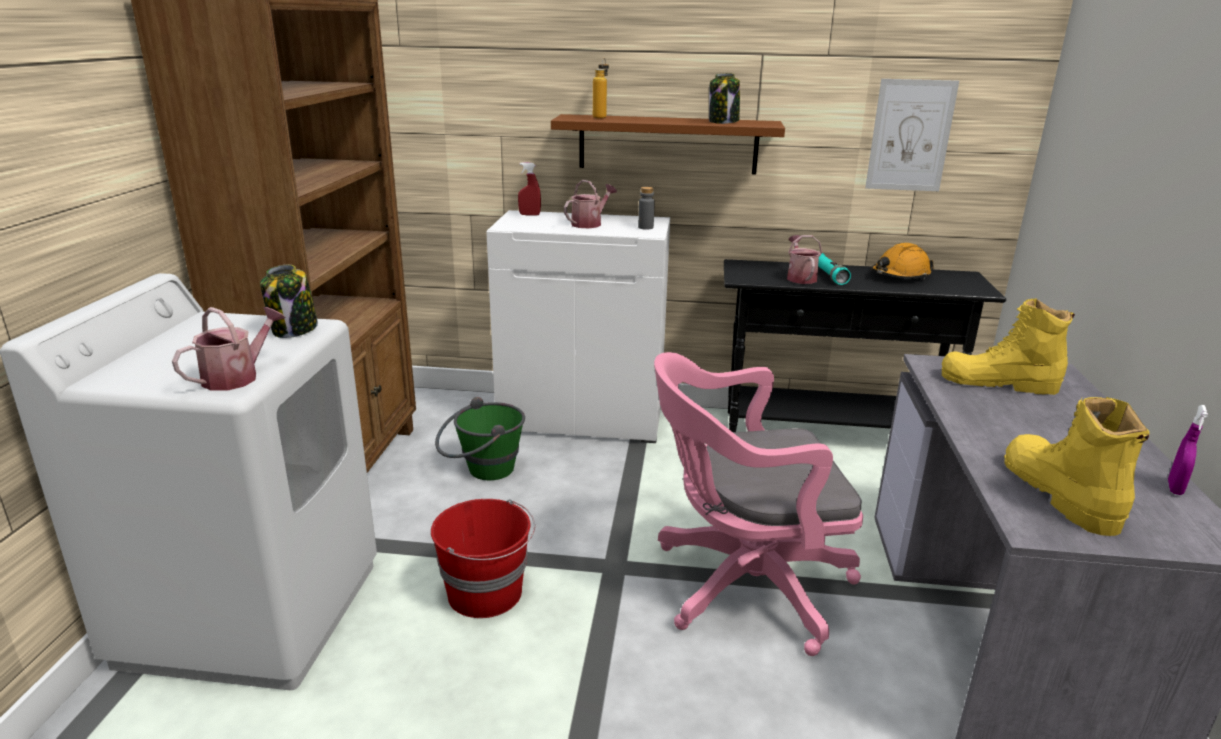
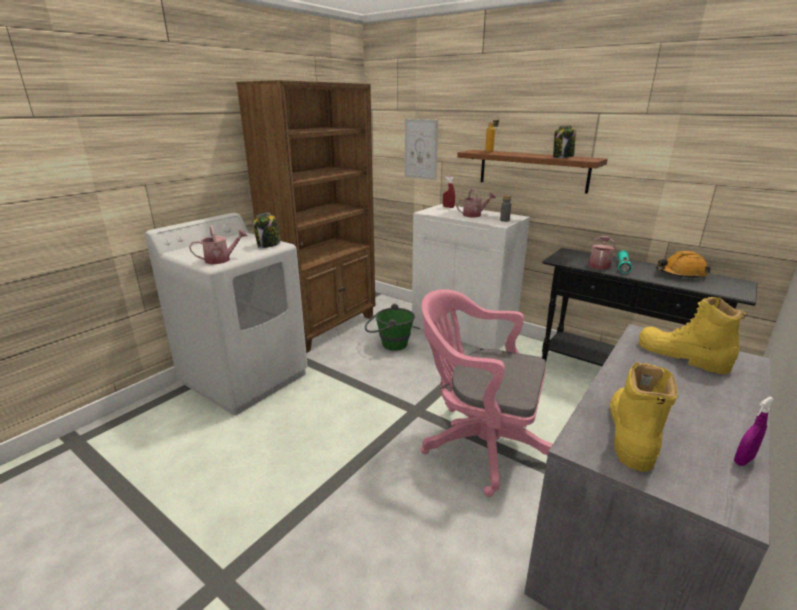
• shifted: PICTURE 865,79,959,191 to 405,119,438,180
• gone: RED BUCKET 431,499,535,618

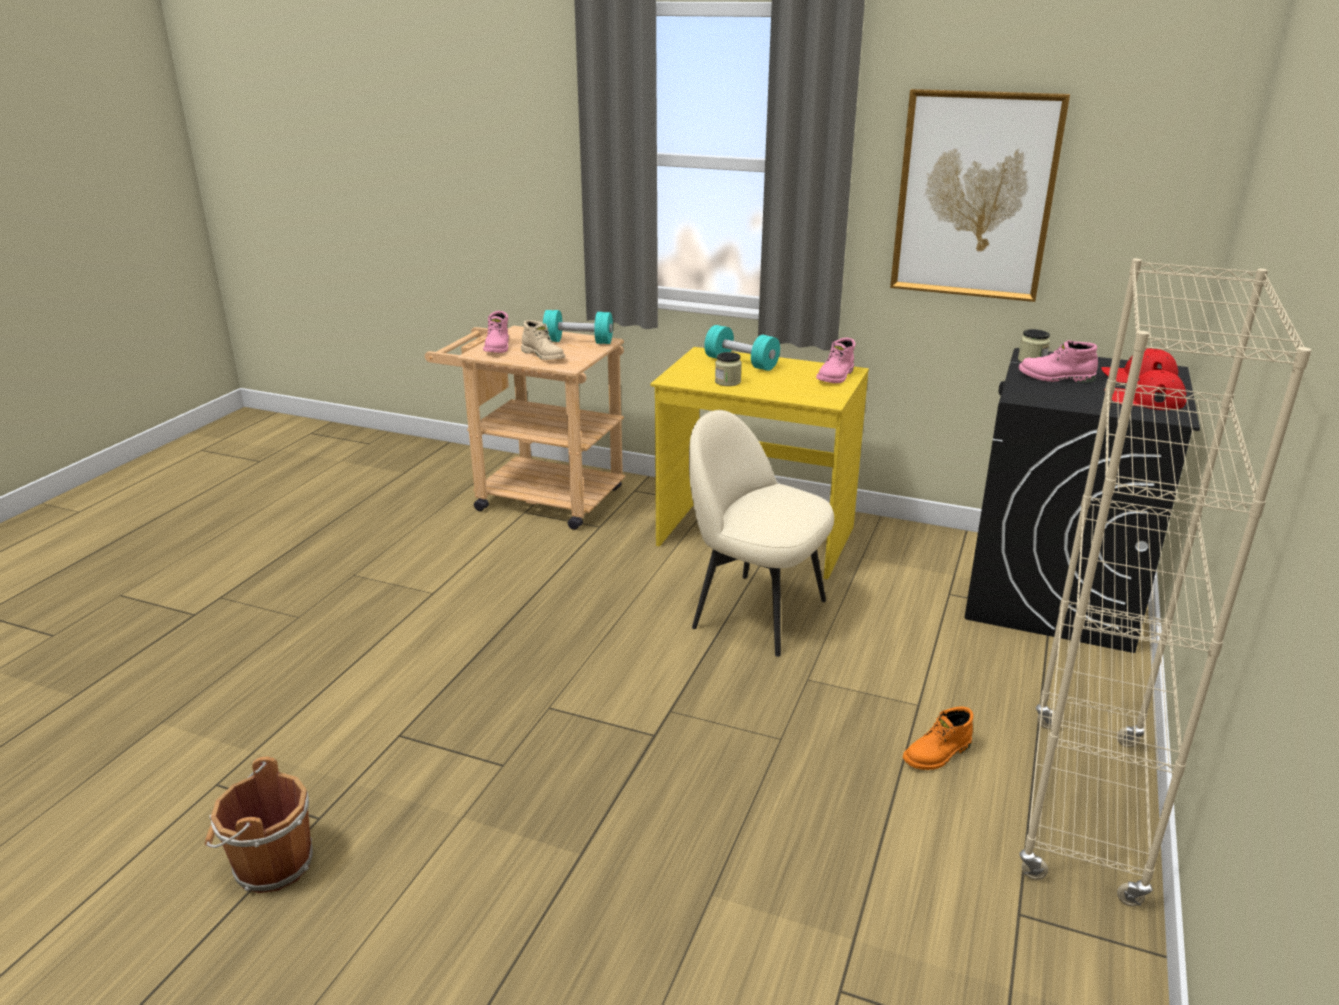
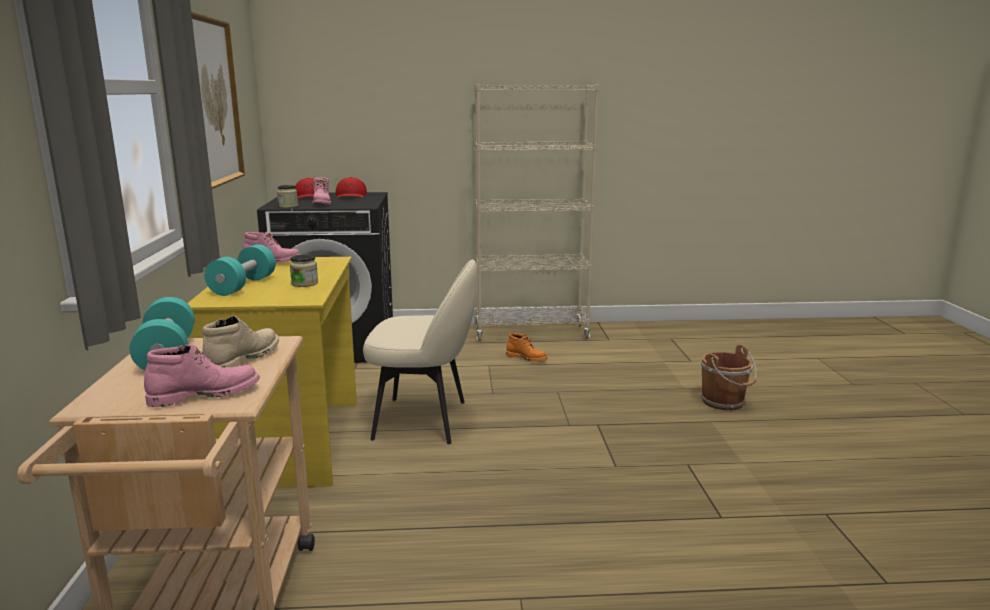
• rotated: BEIGE CHAIR 689,410,834,657 = 363,259,477,444 90 degrees counterclockwise
• shifted: BROWN BUCKET 205,757,313,893 to 700,345,757,410

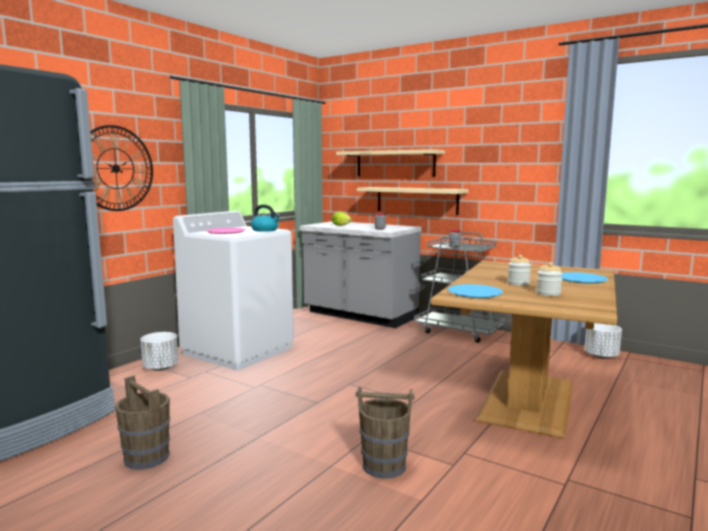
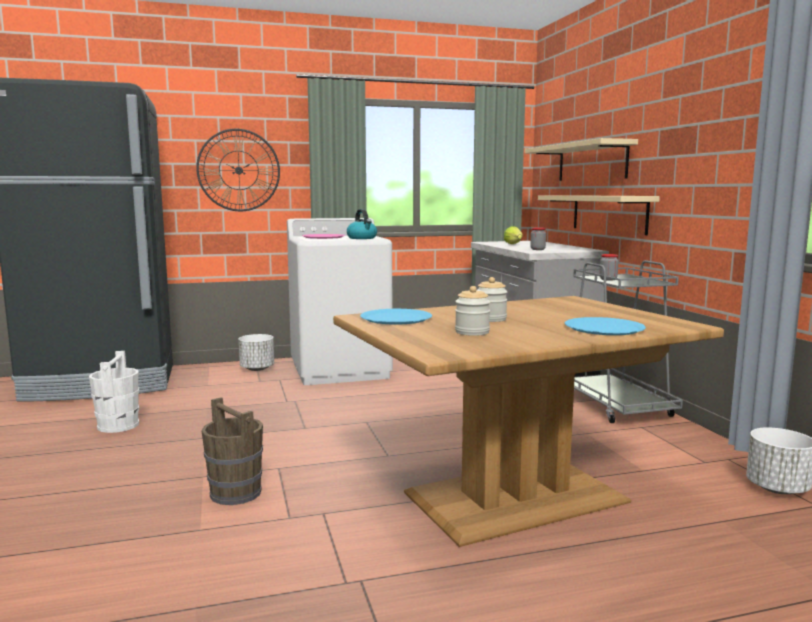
• repainted: BROWN BUCKET 115,376,170,470 to WHITE BUCKET 89,351,139,433

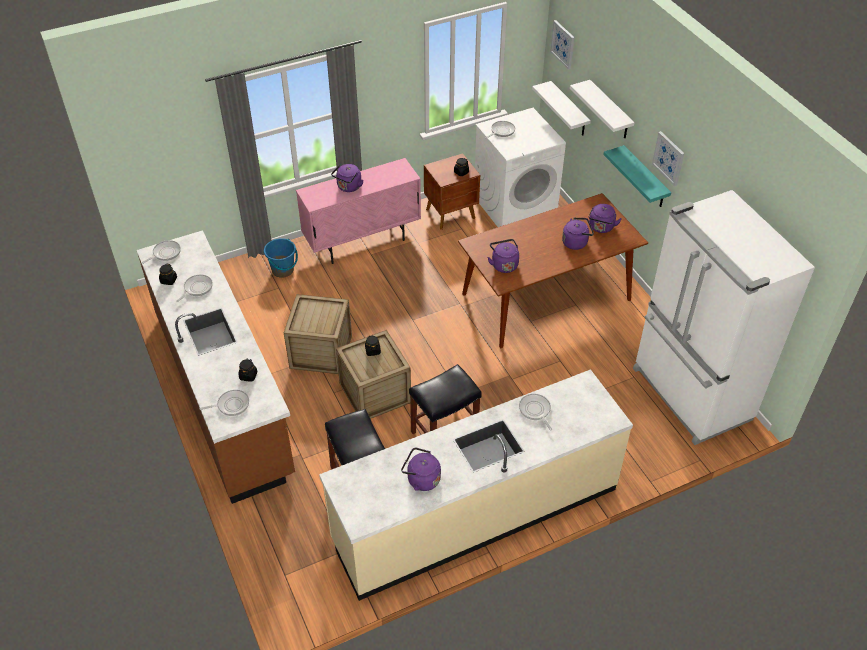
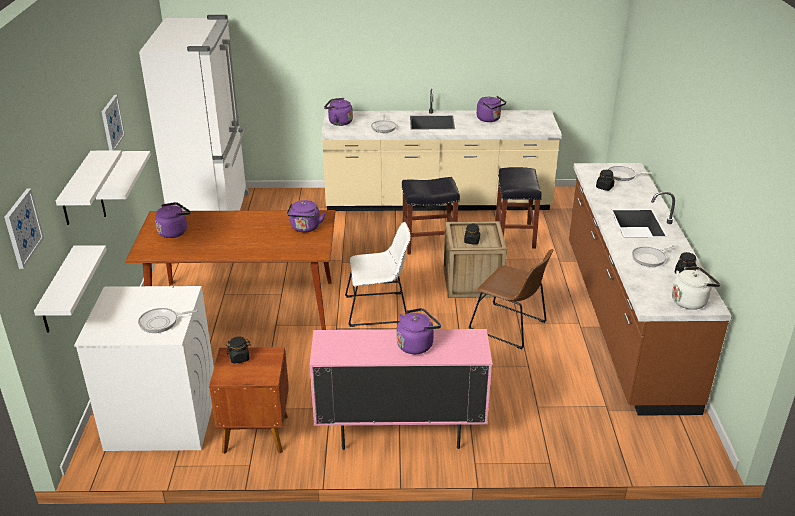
• repainted: TURQUOISE SHELF 604,145,671,207 to WHITE SHELF 96,151,151,217
• shifted: PURPLE KETTLE 562,217,594,250 to 324,98,353,126
• new: WHITE CHAIR 345,222,411,327
• swapped: CRATE 284,294,352,374 to BROWN CHAIR 469,249,553,349
• swapped: FRYING PAN 142,240,181,264 to WHITE KETTLE 672,267,720,310
• gone: BLUE BUCKET 264,238,298,278

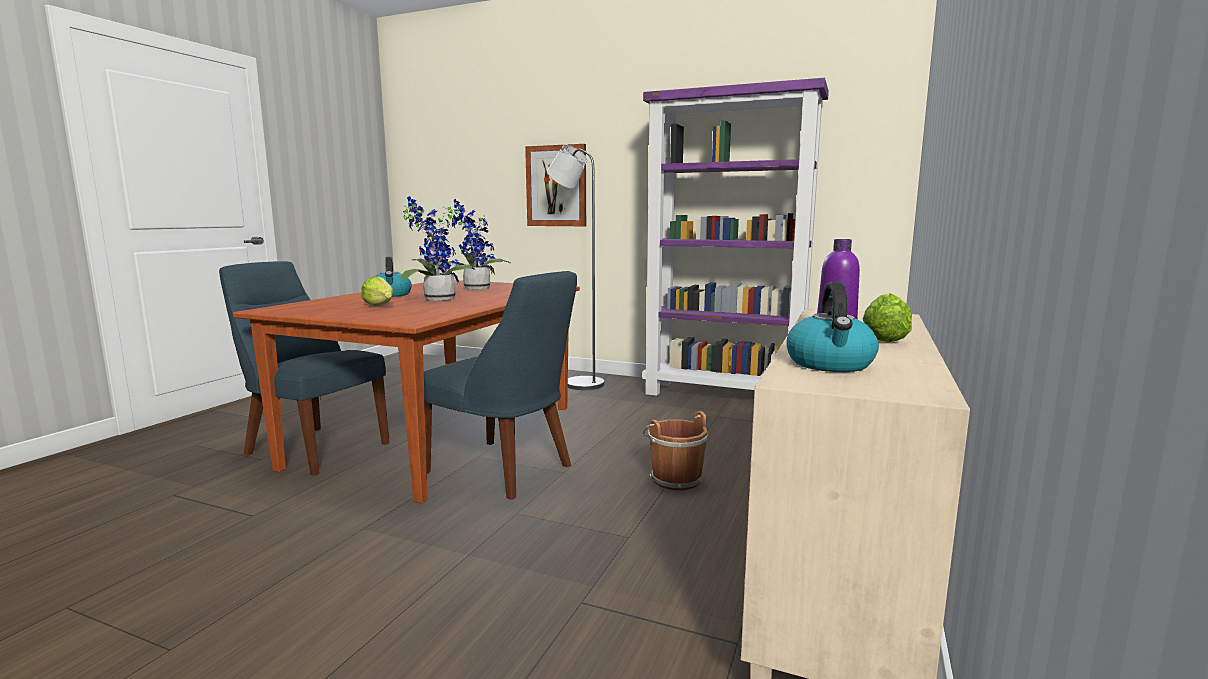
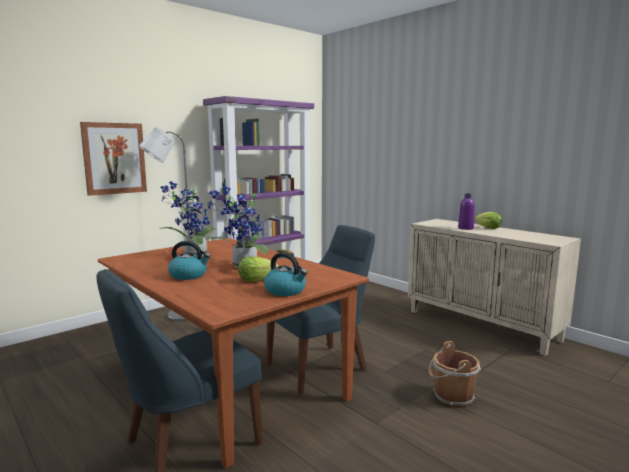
• shifted: KETTLE 786,282,879,372 to 264,252,308,296
• shifted: BROWN BUCKET 643,411,708,490 to 428,341,481,407

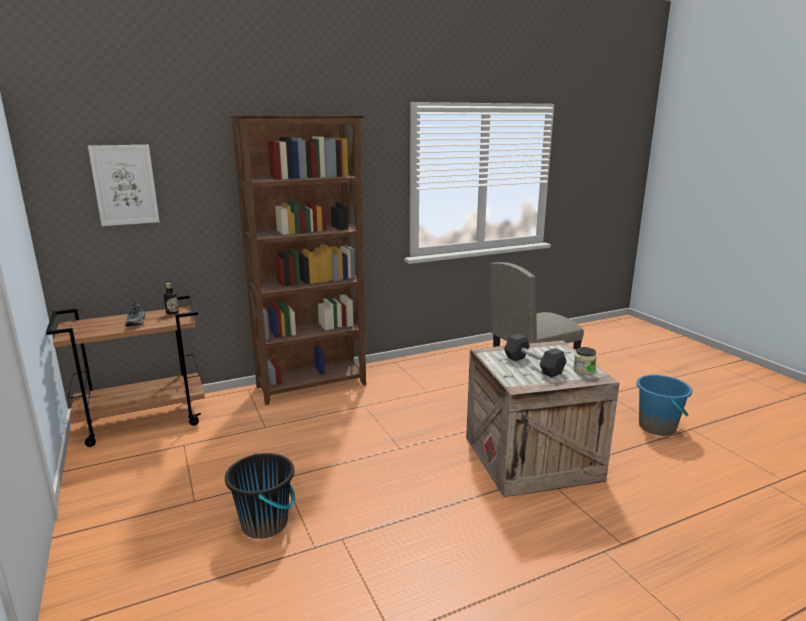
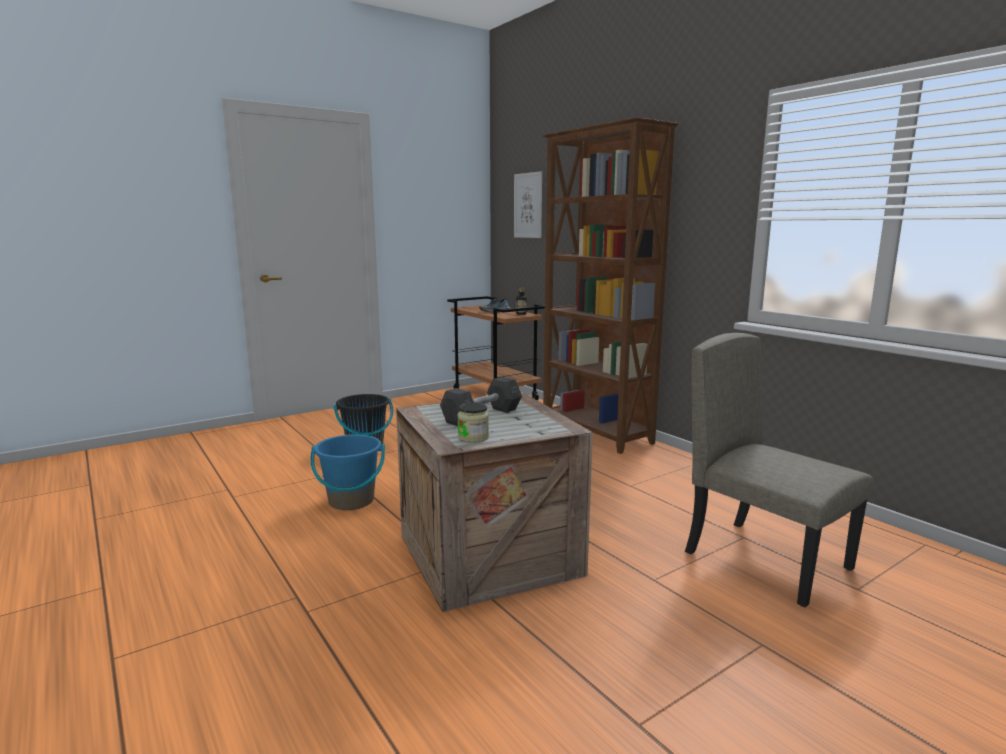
• shifted: BLUE BUCKET 636,374,692,436 to 310,434,385,510

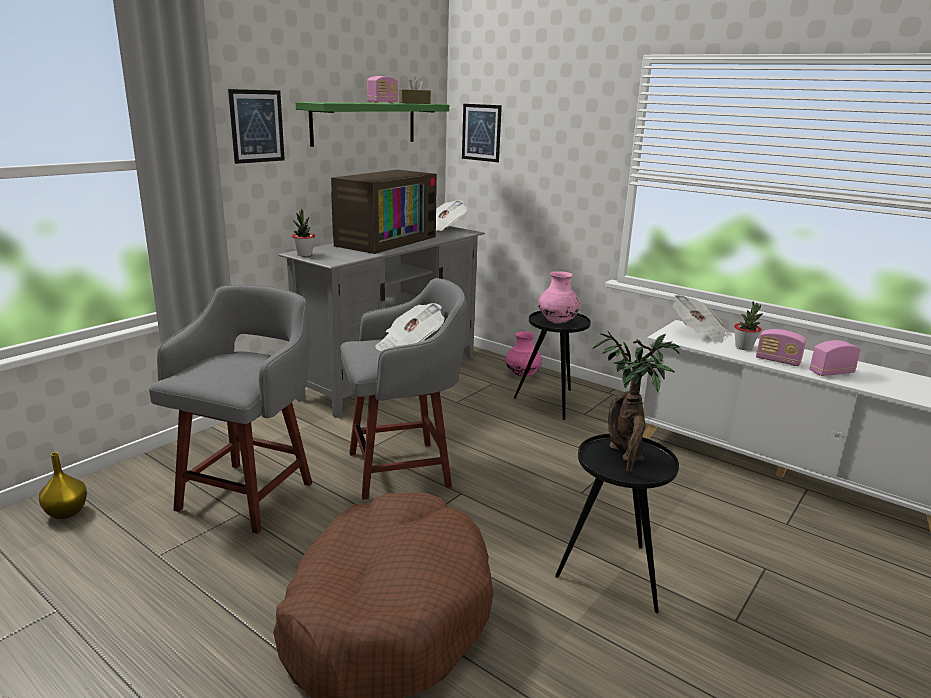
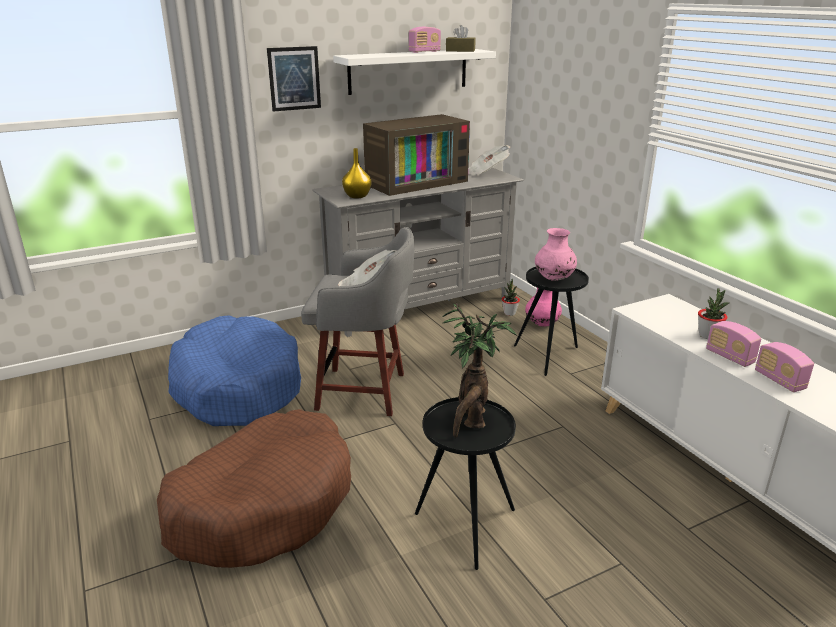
• swapped: GREY STOOL 149,284,312,534 to BLUE DOG BED 168,315,301,426
• repainted: GREEN SHELF 295,102,449,147 to WHITE SHELF 333,49,496,95
• shifted: YELLOW VASE 39,452,87,519 to 342,148,372,198
• shifted: POTTED PLANT 292,209,315,257 to 502,279,520,316
• rotated: RADIO 809,340,861,376 = 755,342,814,392 120 degrees counterclockwise
• gone: PICTURE 462,104,502,162
• gone: NEWSPAPER 673,294,728,343

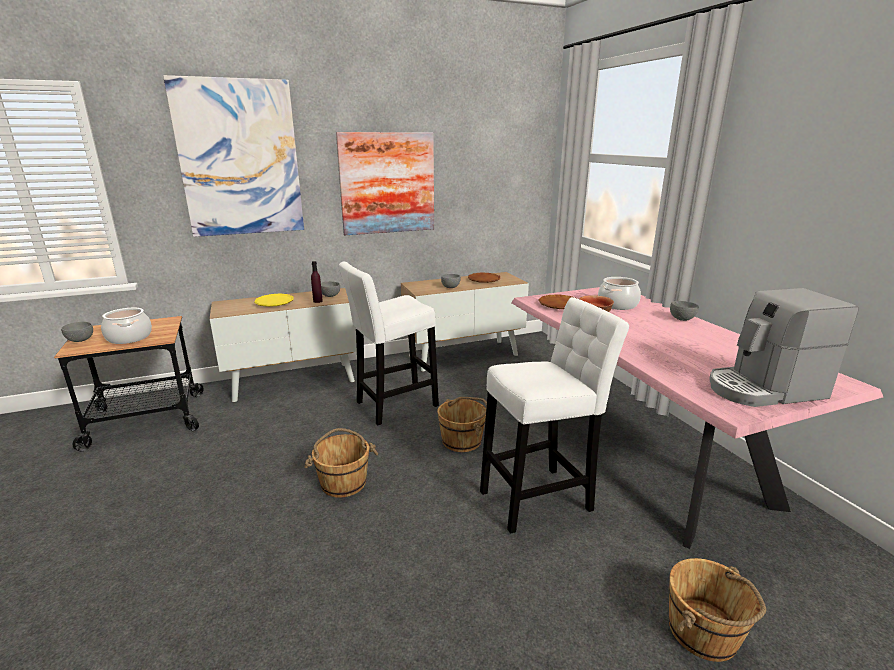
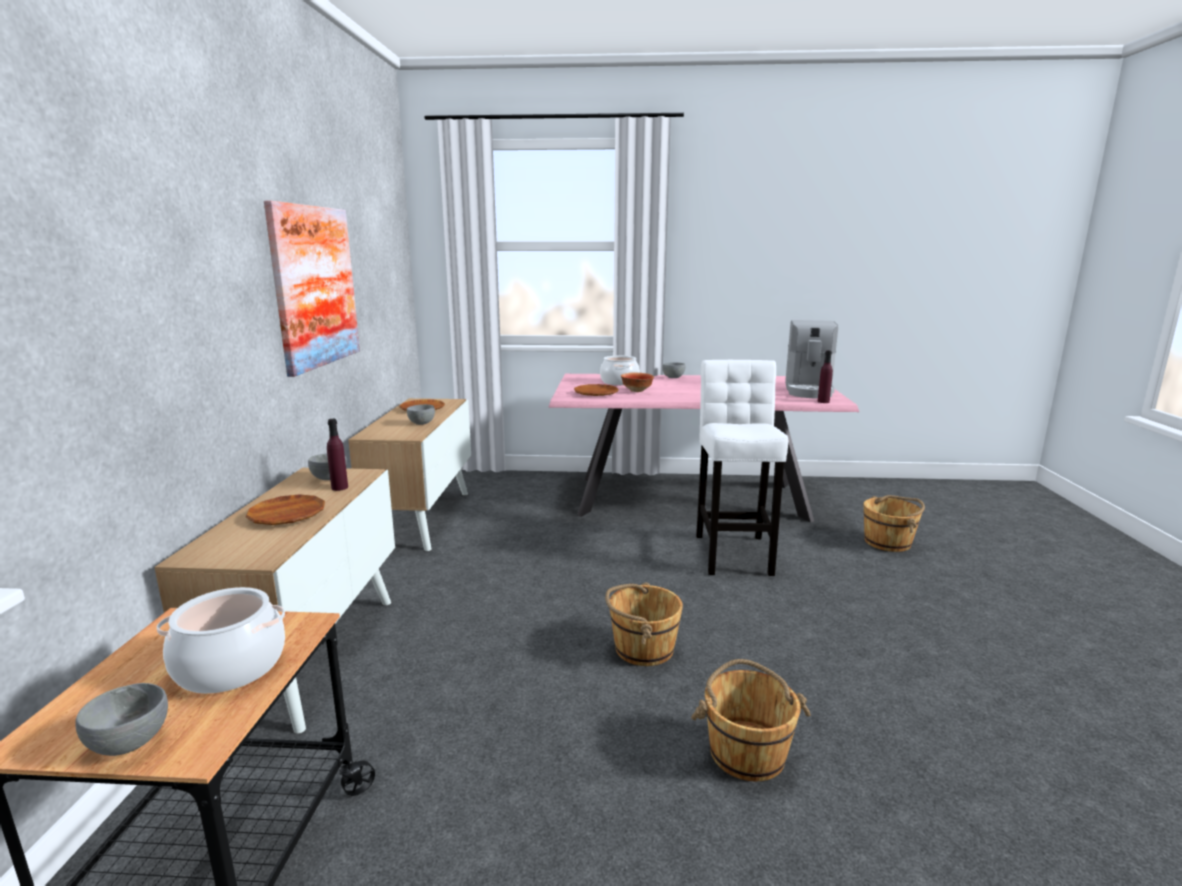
• repainted: YELLOW PLATE 254,294,294,307 to BROWN PLATE 246,494,325,525
• shifted: BROWN BUCKET 437,397,487,452 to 691,659,811,781
• new: PURPLE BOTTLE 817,350,833,403
• gone: PICTURE 163,75,304,237
• gone: WHITE STOOL 339,262,439,425

